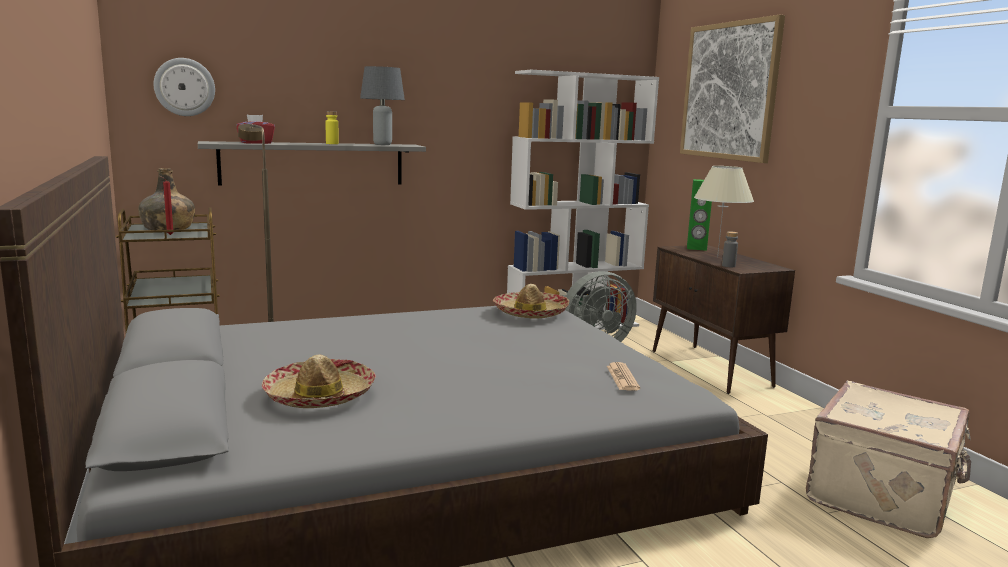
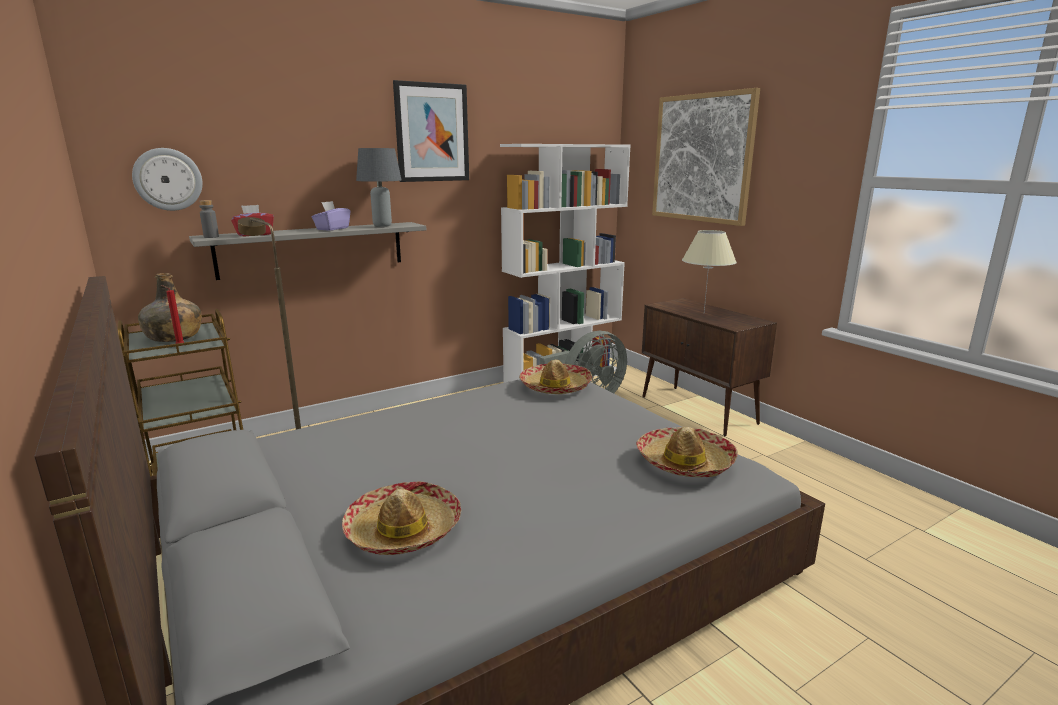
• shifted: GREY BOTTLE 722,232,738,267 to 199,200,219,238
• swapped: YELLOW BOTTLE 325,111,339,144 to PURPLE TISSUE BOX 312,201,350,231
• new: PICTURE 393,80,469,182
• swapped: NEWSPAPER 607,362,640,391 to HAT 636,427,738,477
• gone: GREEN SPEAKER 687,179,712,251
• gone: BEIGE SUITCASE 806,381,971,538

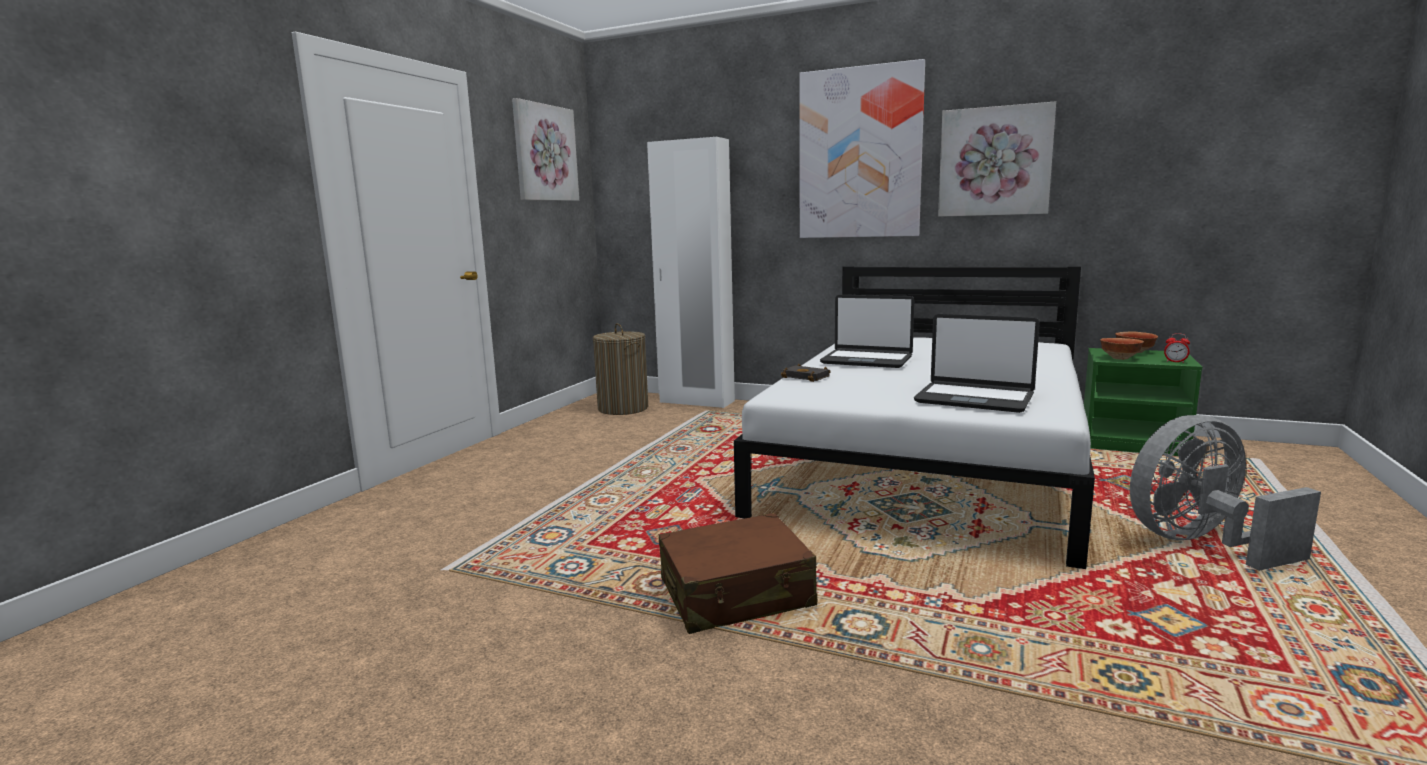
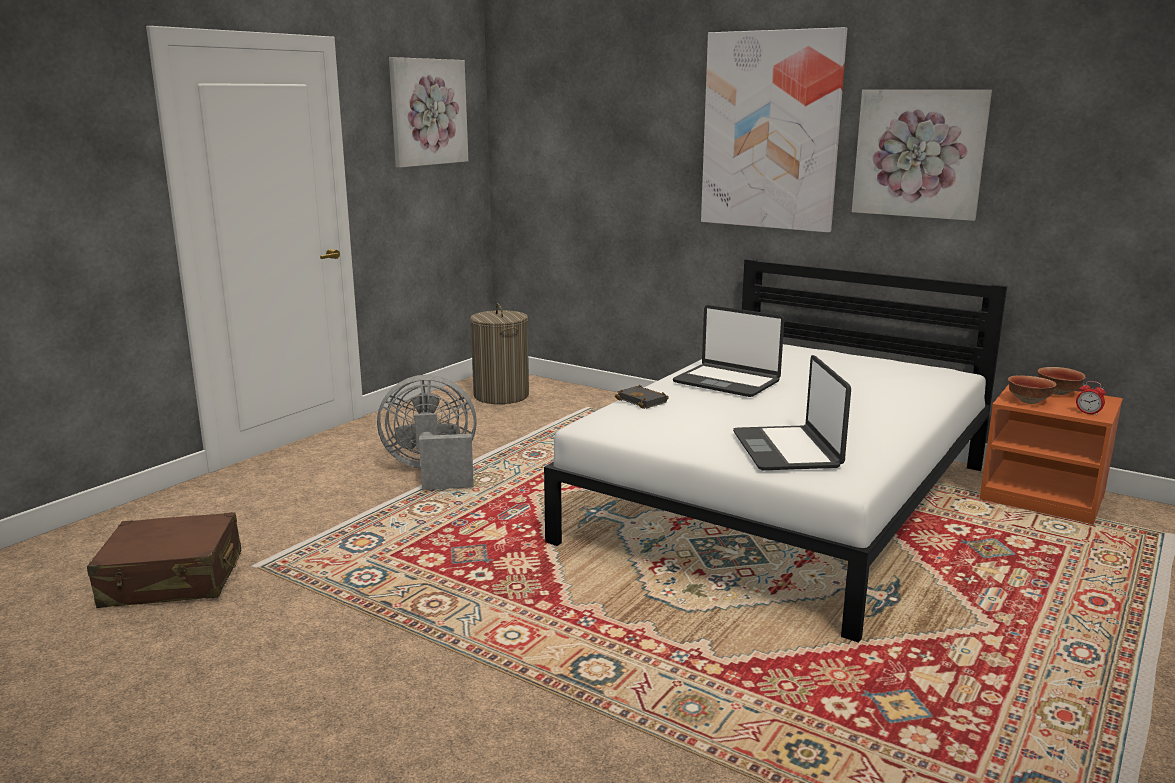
• shifted: BROWN SUITCASE 659,513,817,634 to 87,512,241,608
• shifted: GREY FAN 1130,415,1321,571 to 377,375,477,490
• rotated: LAPTOP 914,314,1040,413 = 733,355,851,470 45 degrees clockwise
• repainted: GREEN NIGHTSTAND 1084,348,1202,456 to ORANGE NIGHTSTAND 980,384,1123,525
• gone: WHITE WARDROBE 647,137,735,408

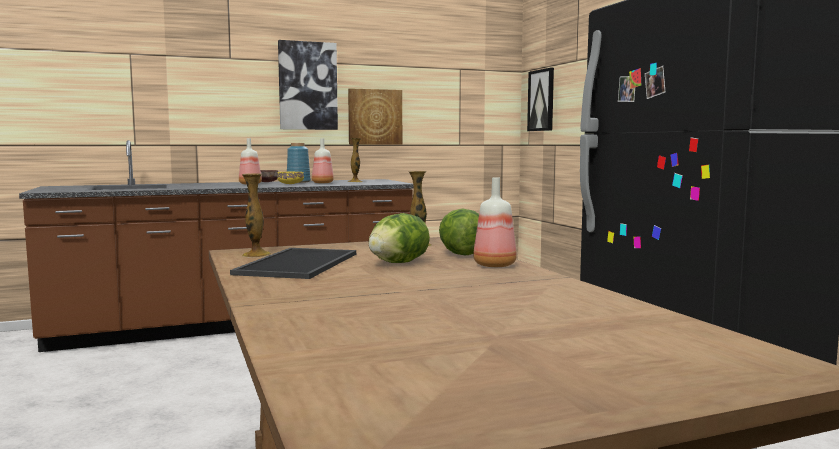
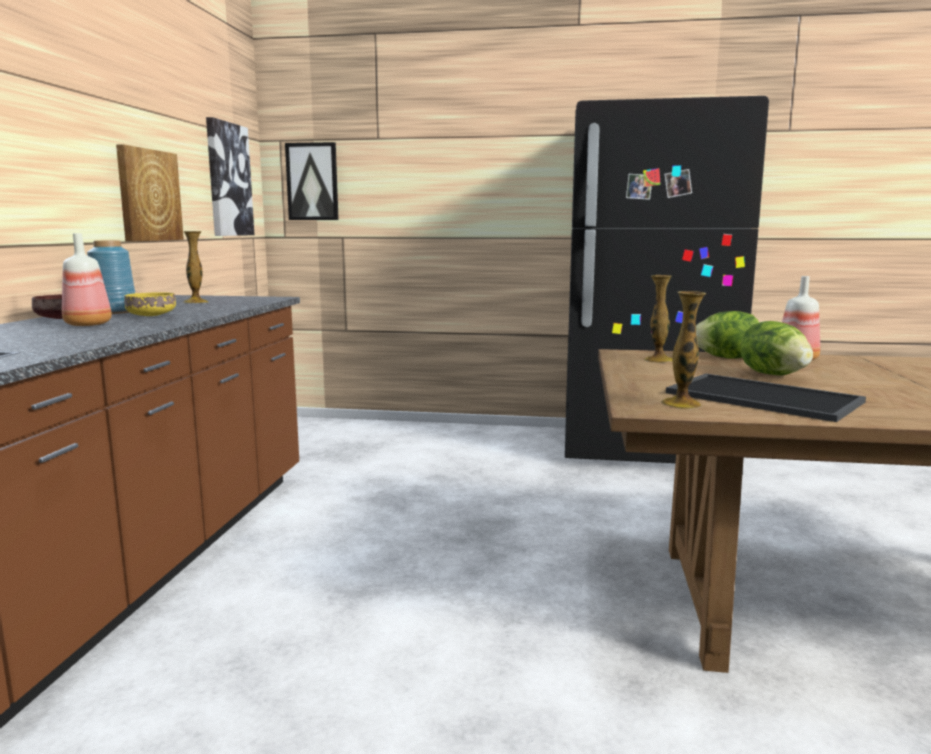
• shifted: PICTURE 278,40,338,130 to 206,117,254,236
• gone: BOTTLE 312,138,334,183

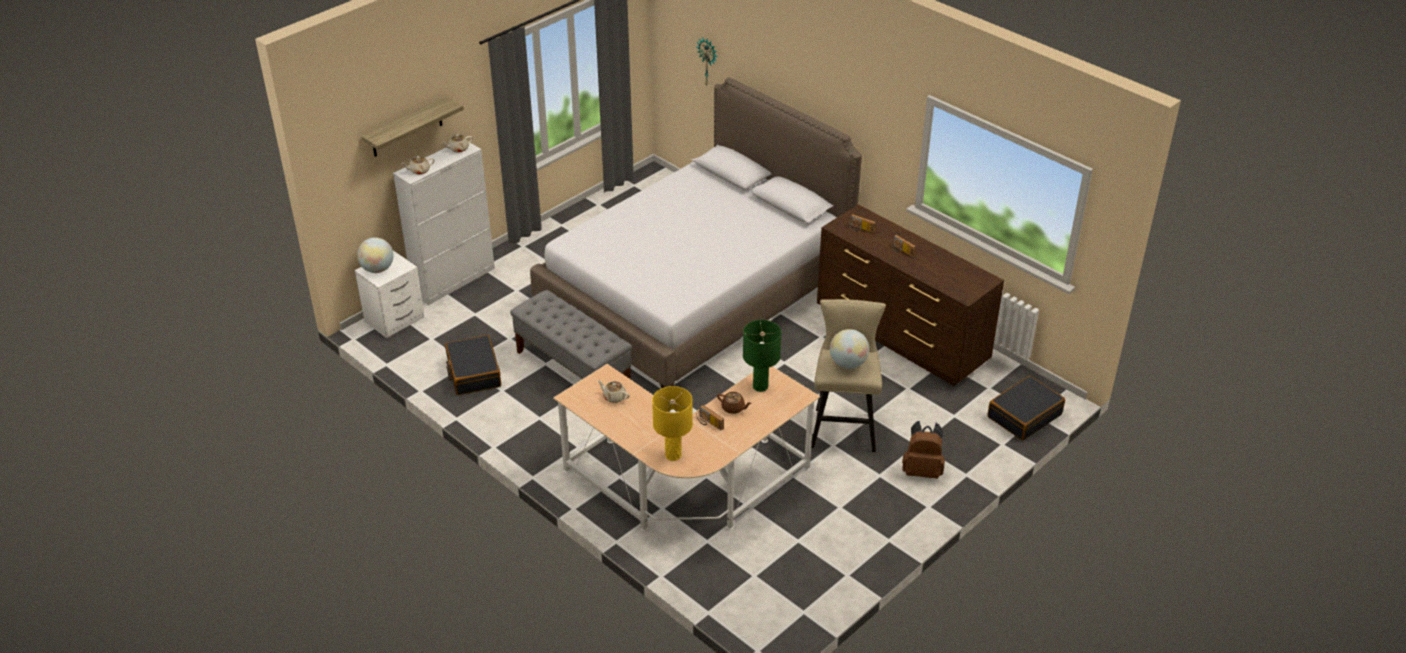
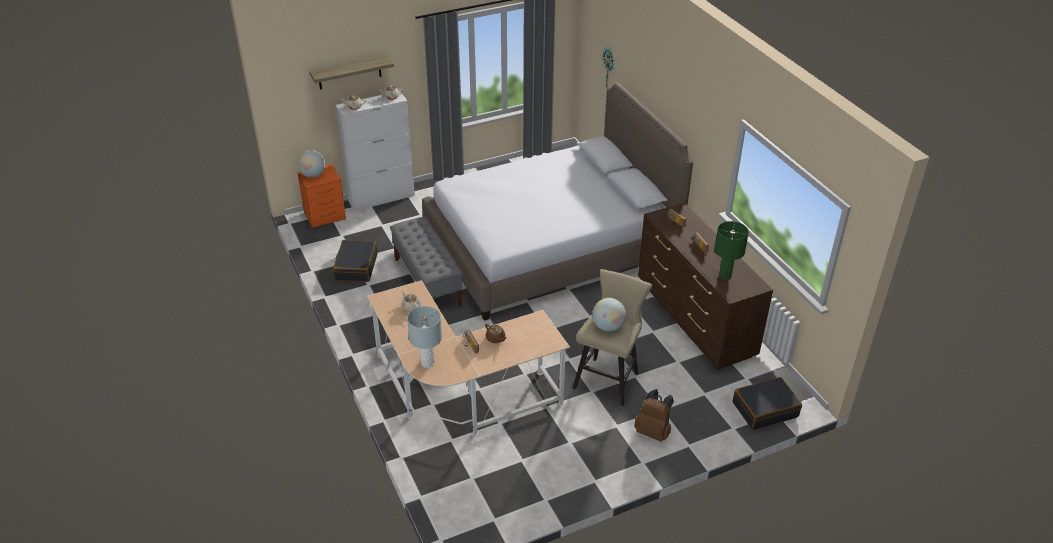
• repainted: WHITE NIGHTSTAND 355,250,424,338 to ORANGE NIGHTSTAND 297,164,346,228
• repainted: YELLOW TABLE LAMP 652,386,693,461 to GREY TABLE LAMP 407,306,442,368
• shifted: GREEN TABLE LAMP 743,320,782,392 to 714,221,749,280

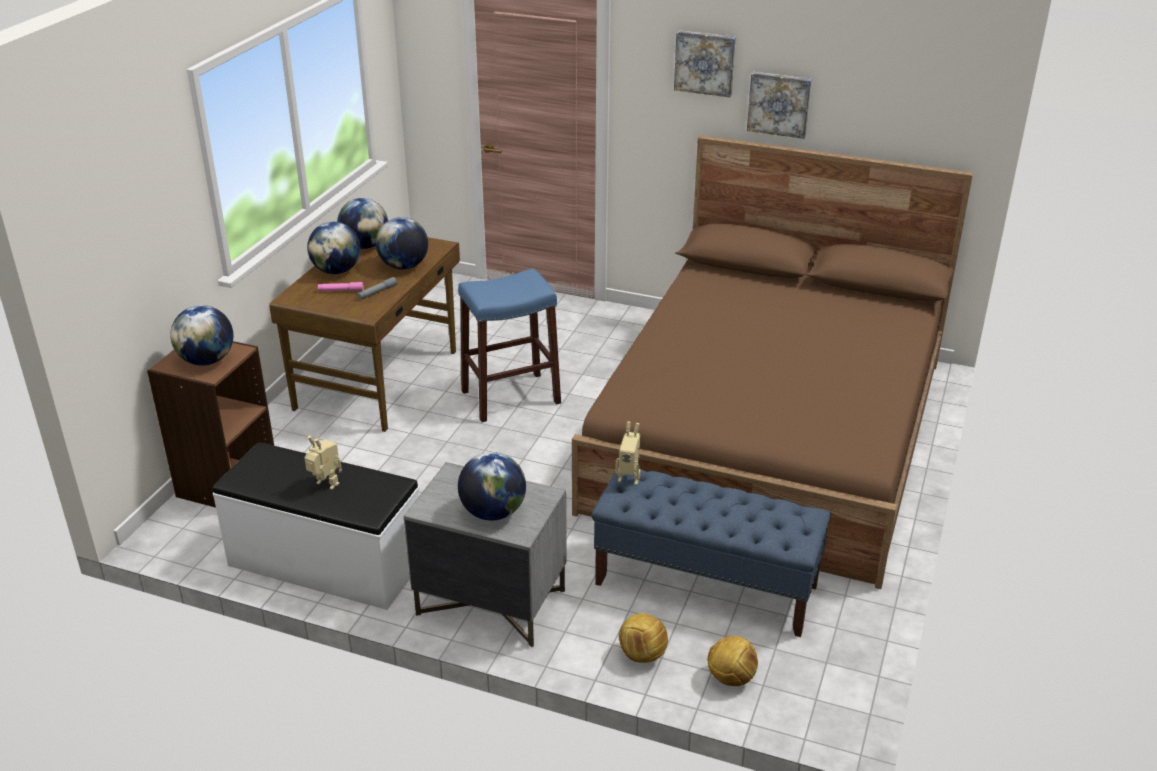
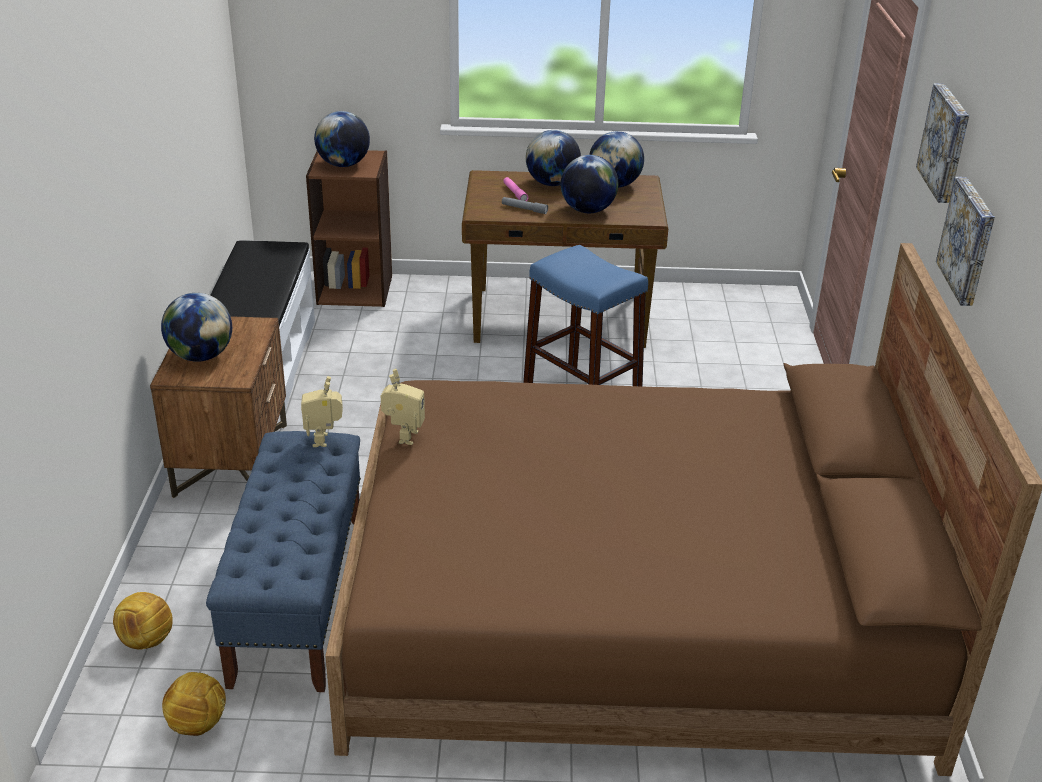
• repainted: GREY NIGHTSTAND 404,462,567,648 to BROWN NIGHTSTAND 150,316,287,498
• shifted: FOOTBALL 619,613,668,663 to 162,672,226,736
• shifted: TOY ROBOT 305,435,342,490 to 381,369,425,445

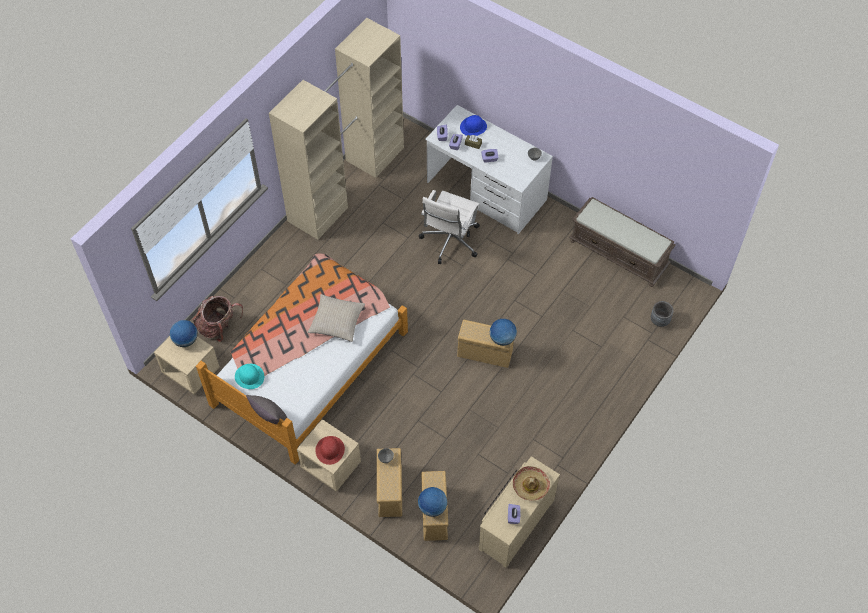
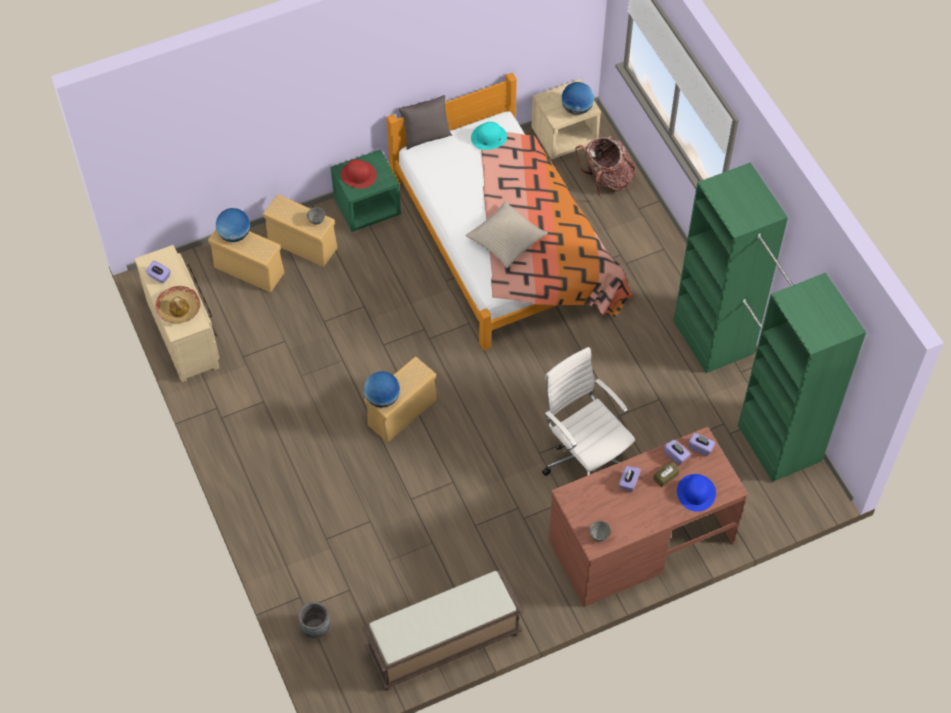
• repainted: BEIGE NIGHTSTAND 297,419,361,492 to GREEN NIGHTSTAND 331,149,401,232
• repainted: WHITE DESK 425,105,553,234 to BROWN DESK 549,427,748,607
• repainted: BEIGE WARDROBE 269,18,404,240 to GREEN WARDROBE 674,162,866,482

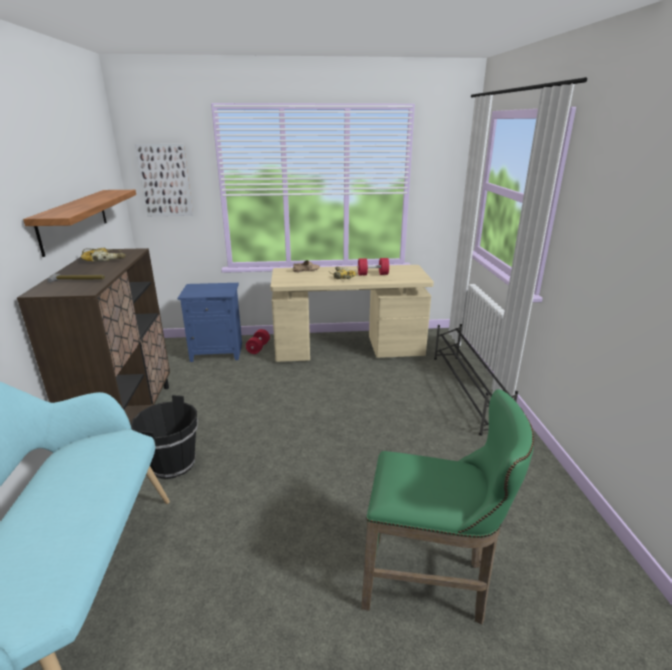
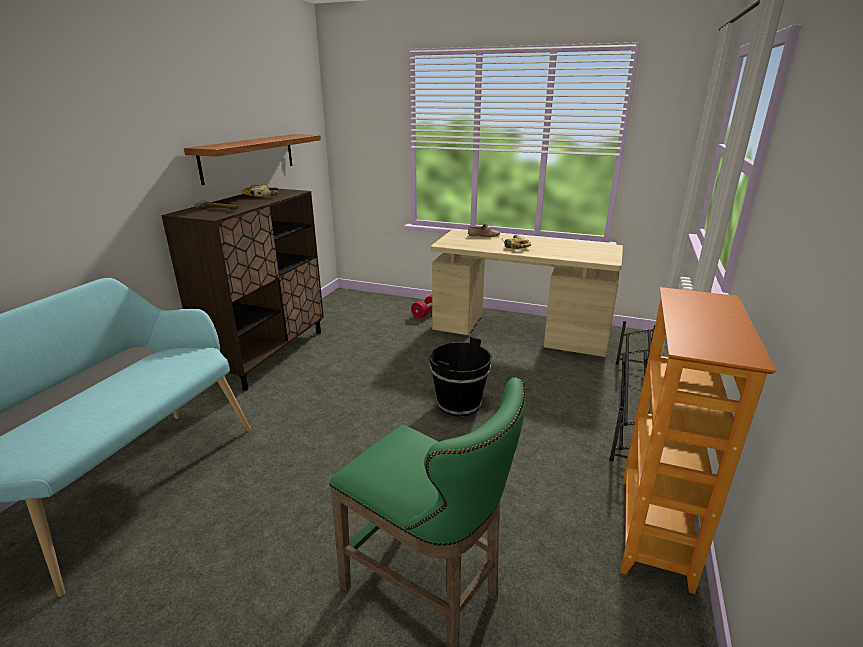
• shifted: BLACK BUCKET 131,395,198,479 to 429,337,492,417
• new: BOOKCASE 620,287,777,594
• gone: PICTURE 135,144,193,216
• gone: BLUE NIGHTSTAND 178,283,242,362
• gone: RED DUMBBELL 358,258,389,276

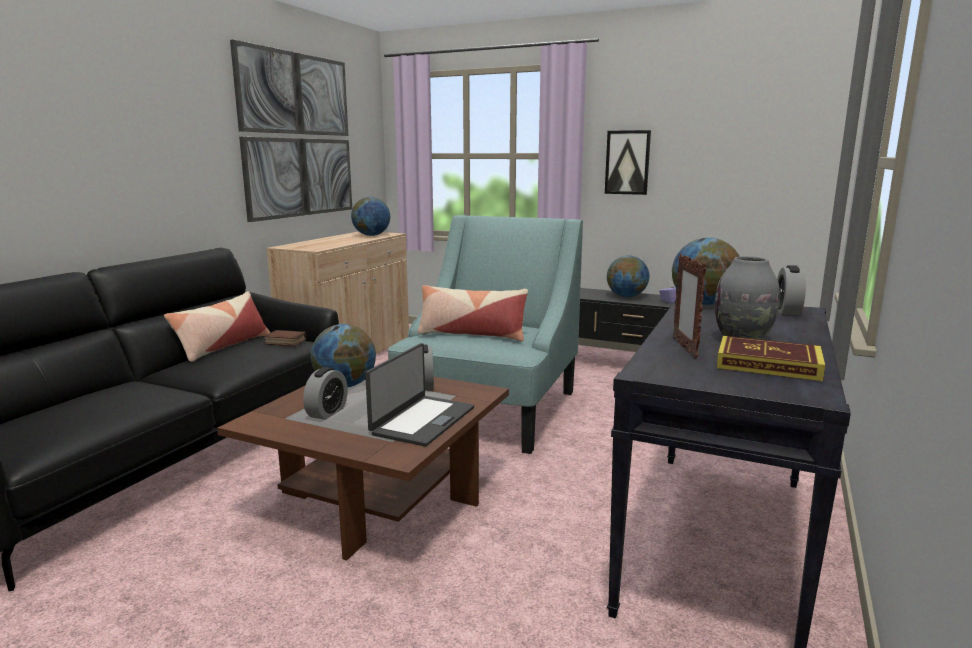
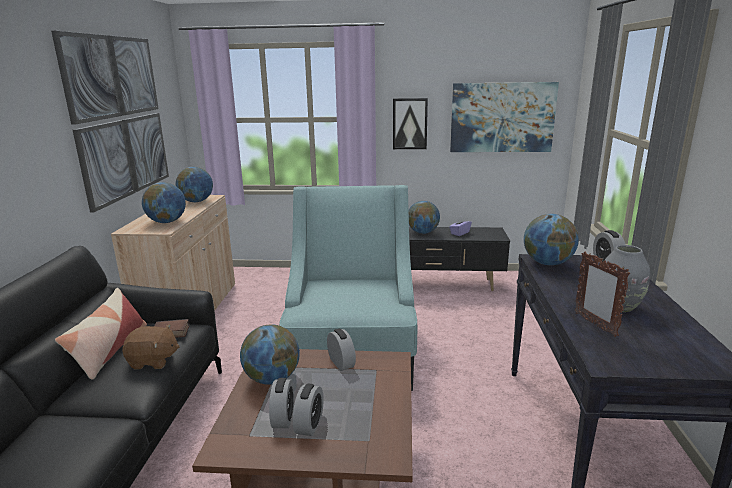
• new: BROWN PLUSH TOY 122,324,180,370
• new: GLOBE 142,182,186,223
• new: ALARM CLOCK 293,384,323,436
• new: PICTURE 450,82,559,152
• gone: LAPTOP 365,343,474,446
• gone: PILLOW 418,285,528,341
• gone: BOOK 717,336,825,381

